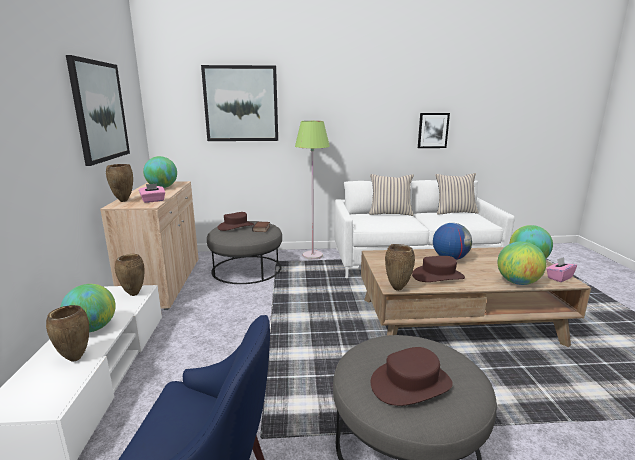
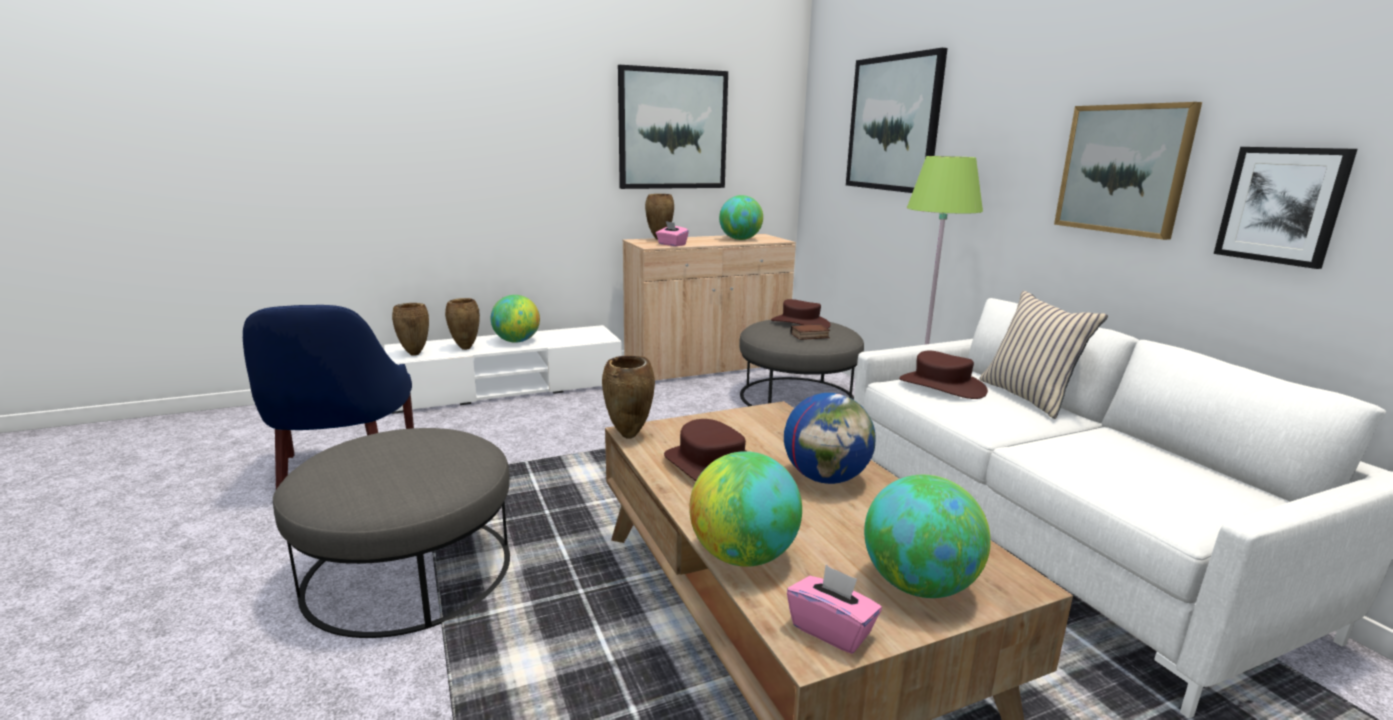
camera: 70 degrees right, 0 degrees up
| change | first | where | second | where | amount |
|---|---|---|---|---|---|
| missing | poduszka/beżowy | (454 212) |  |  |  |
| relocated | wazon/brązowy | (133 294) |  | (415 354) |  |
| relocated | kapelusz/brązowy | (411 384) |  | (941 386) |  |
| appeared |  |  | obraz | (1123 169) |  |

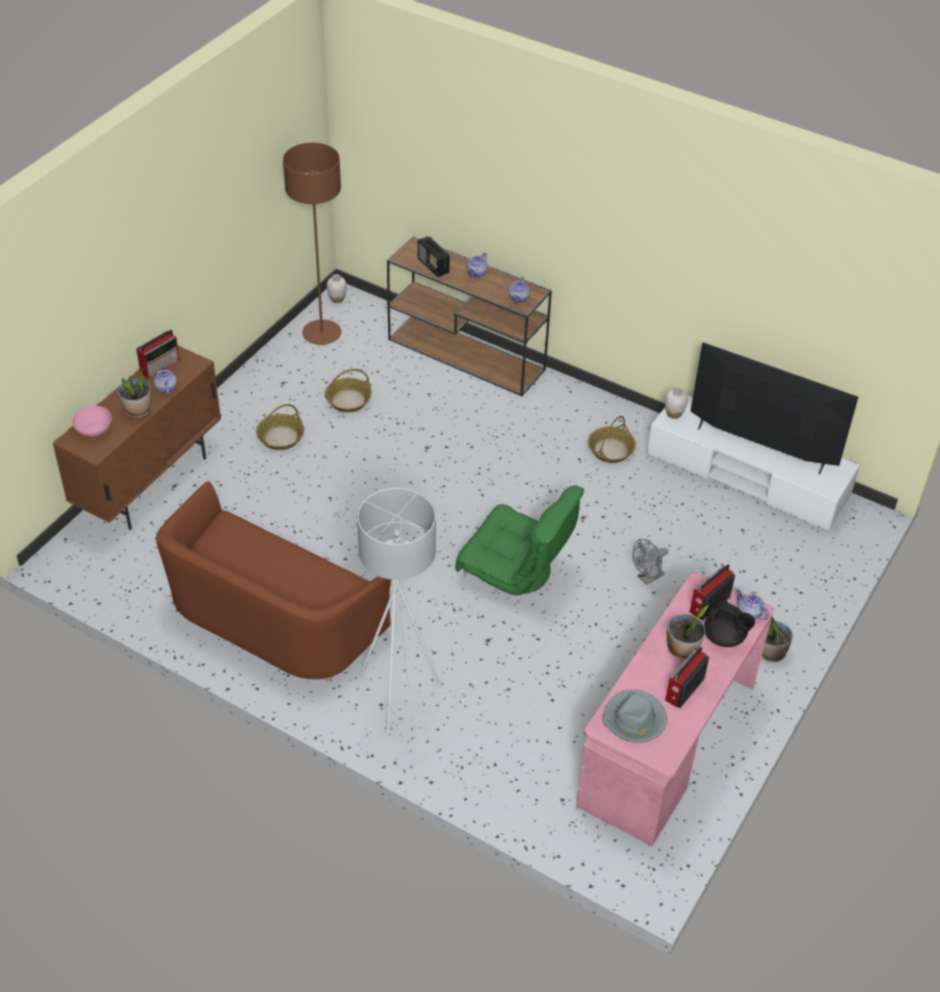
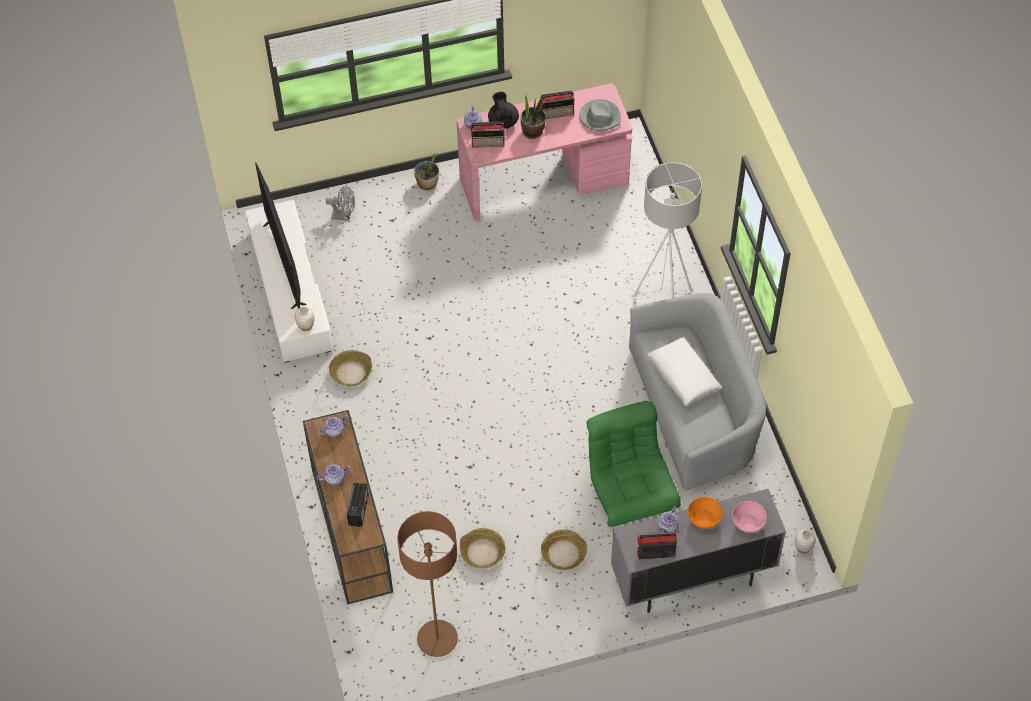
camera: 135 degrees left, 10 degrees up
| change | first | where | second | where | amount |
|---|---|---|---|---|---|
| relocated | wazon/biały | (337 299) |  | (803 548) |  |
| colour | szafka/brązowy | (150 483) | szafka/szary | (692 580) |  |
| exchanged | roślina doniczkowa | (138 410) | miska/pomarańczowy | (704 518) |  |
| colour | kanapa/brązowy | (271 617) | kanapa/szary | (695 410) |  |
| relocated | fotel/zielony | (517 571) |  | (630 491) |  |
| relocated | wentylator/szary | (647 578) |  | (344 216) |  |
| appeared |  |  | poduszka/biały | (683 376) |  |

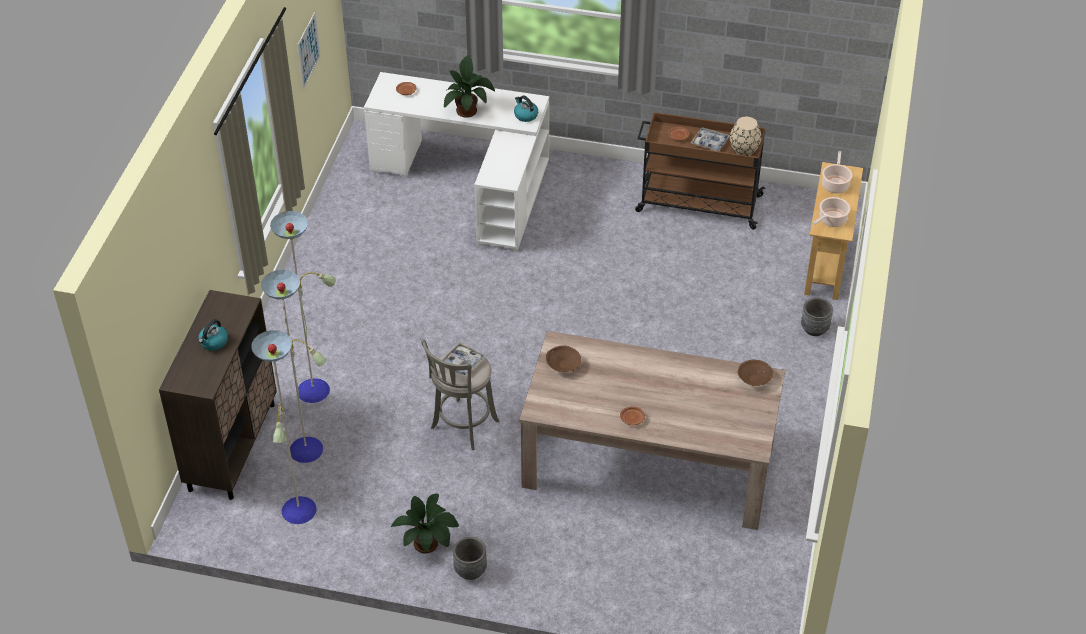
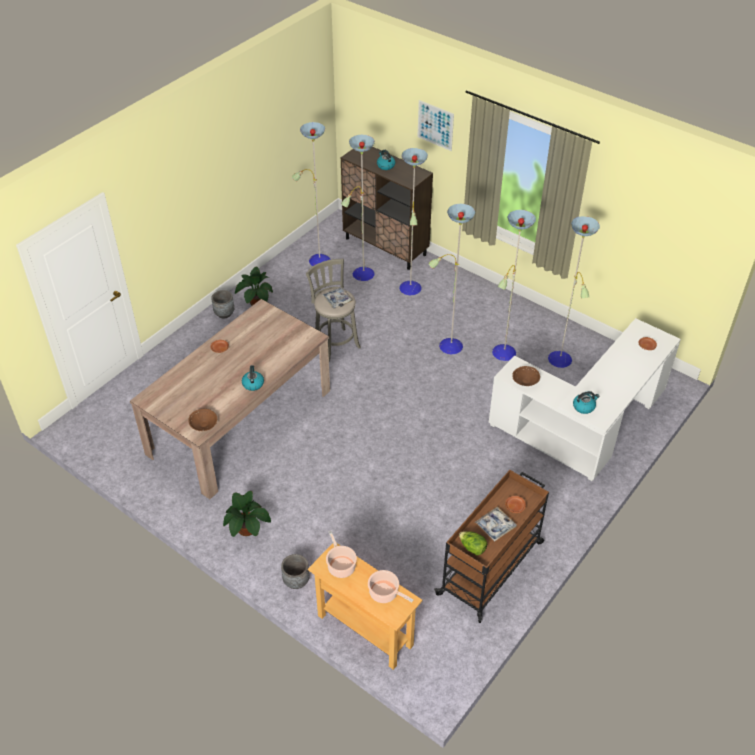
camera: 115 degrees right, 0 degrees up
| change | first | where | second | where | amount |
|---|---|---|---|---|---|
| relocated | obraz | (308 50) |  | (435 125) |  |
| relocated | roślina doniczkowa | (468 109) |  | (247 529) |  |
| exchanged | wazon/beżowy | (744 150) | sałata | (472 548) |  |
| relocated | miska/brązowy | (563 365) |  | (525 381) |  |
| appeared |  |  | lampa stojąca | (503 353) |  |
| appeared |  |  | czajnik | (253 384) |  |

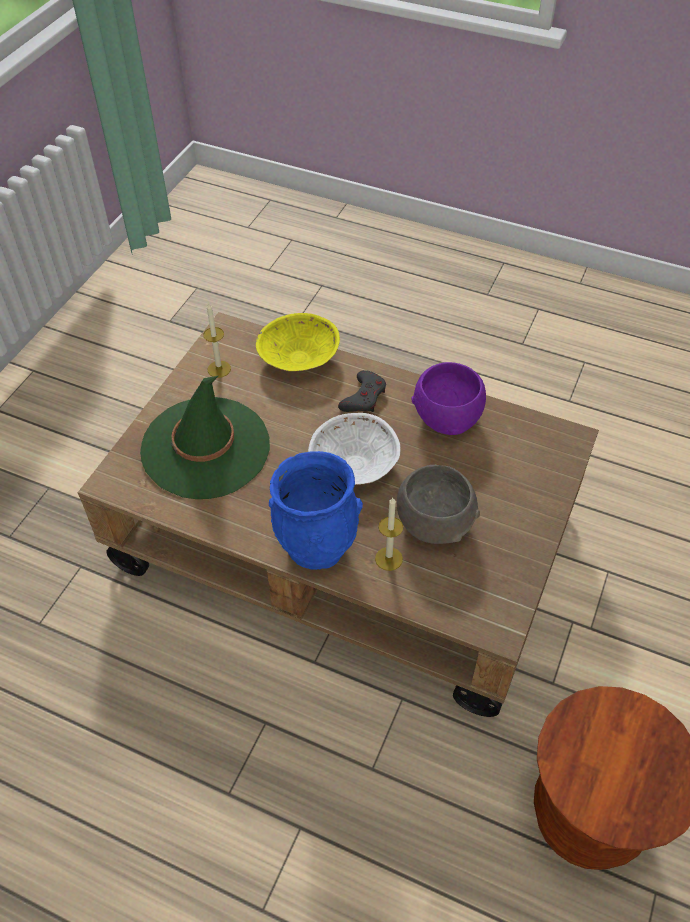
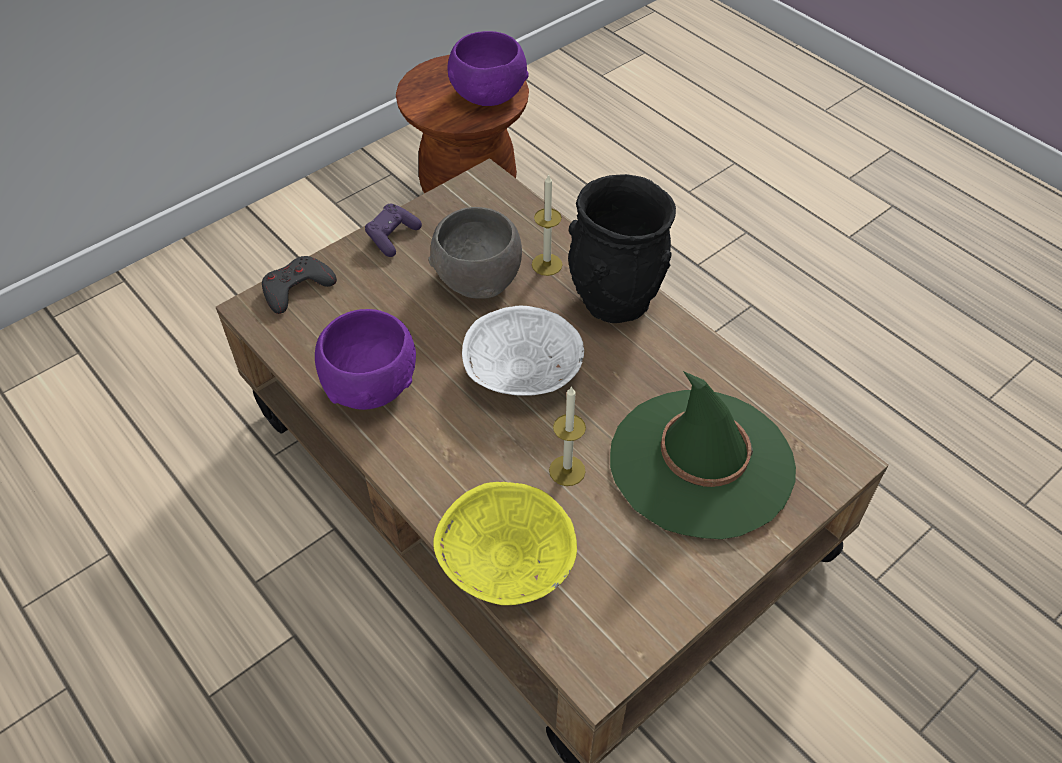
camera: 155 degrees left, 0 degrees up
| change | first | where | second | where | amount |
|---|---|---|---|---|---|
| relocated | świeca | (219 369) |  | (567 470) |  |
| relocated | pad do gier/szary | (364 397) |  | (297 288) |  |
| colour | wazon/niebieski | (317 546) | wazon/czarny | (614 300) |  |
| appeared |  |  | miska/fioletowy | (488 95) |  |
| appeared |  |  | pad do gier/fioletowy | (392 237) |  |

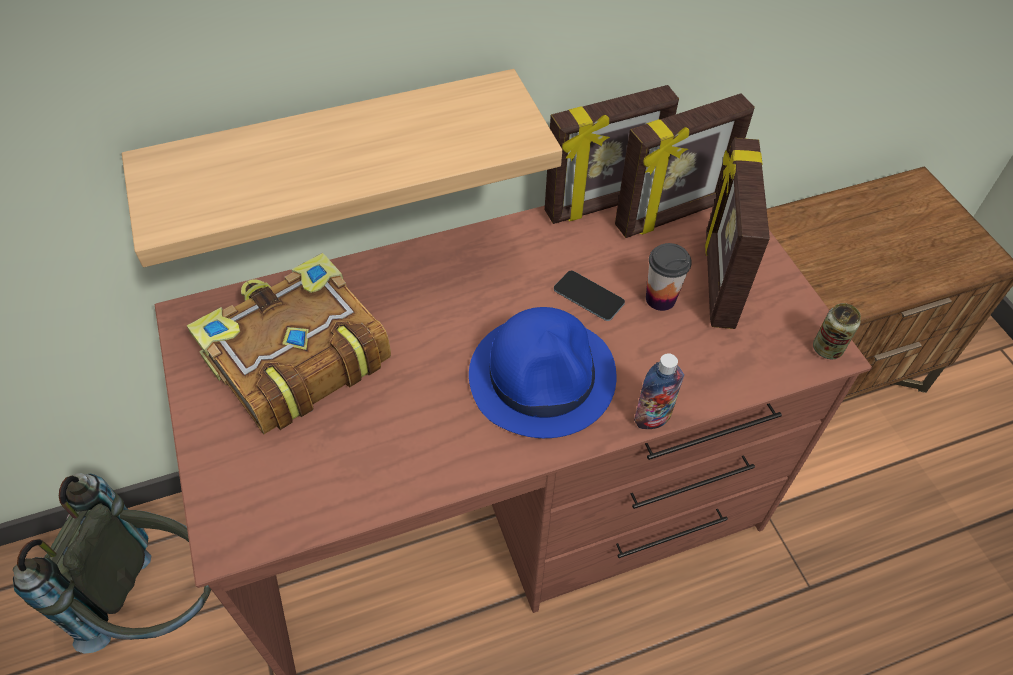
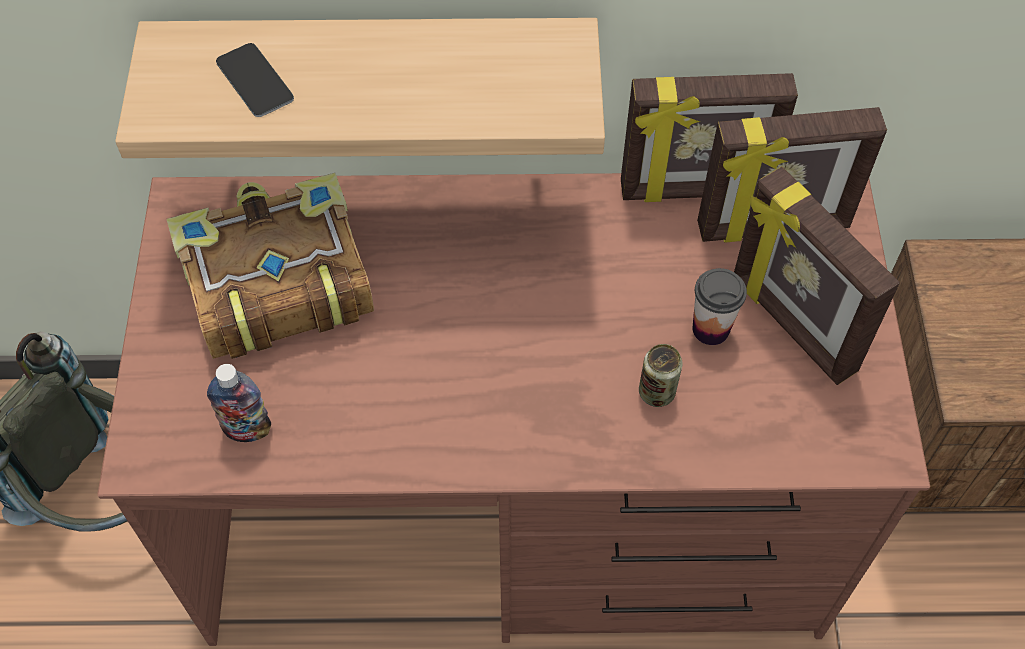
camera: 20 degrees right, 5 degrees up
| change | first | where | second | where | amount |
|---|---|---|---|---|---|
| spun | ramka na zdjęcie | (717 279) |  | (791 324) | 60 degrees counterclockwise |
| relocated | telefon | (588 296) |  | (254 81) |  |
| relocated | puszka | (827 348) |  | (657 392) |  |
| missing | kapelusz/niebieski | (543 375) |  |  |  |
| relocated | butelka | (652 418) |  | (247 430) |  |

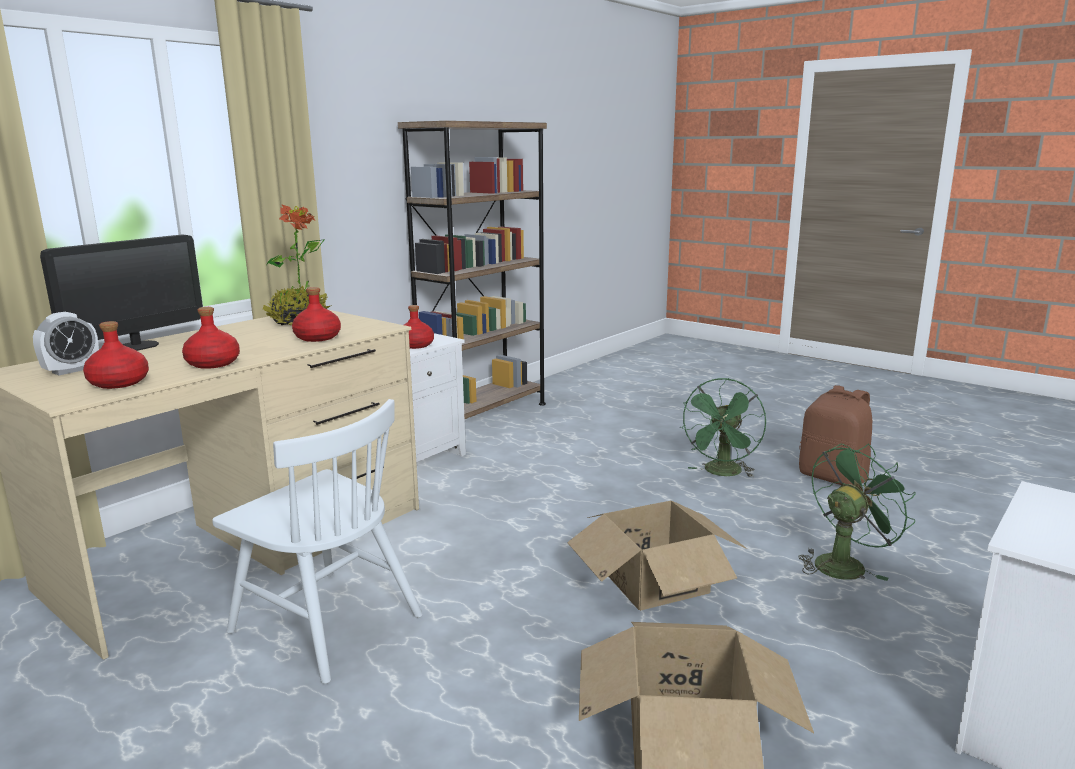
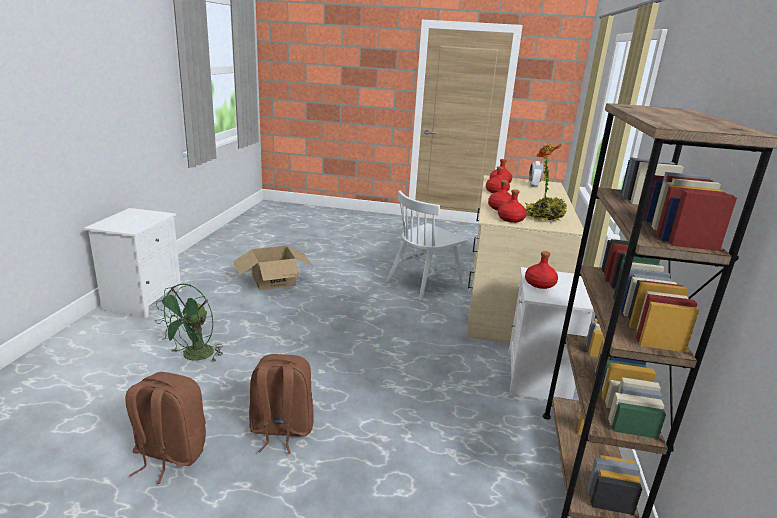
camera: 150 degrees right, 5 degrees up
| change | first | where | second | where | amount |
|---|---|---|---|---|---|
| missing | monitor | (136 346) |  |  |  |
| exchanged | wentylator/zielony | (722 473) | plecak/brązowy | (281 430) |  |
| spun | krzesło/biały | (326 623) |  | (424 284) | 45 degrees counterclockwise |
| missing | karton | (654 581) |  |  |  |
| appeared |  |  | butelka/czerwony | (510 219) |  |

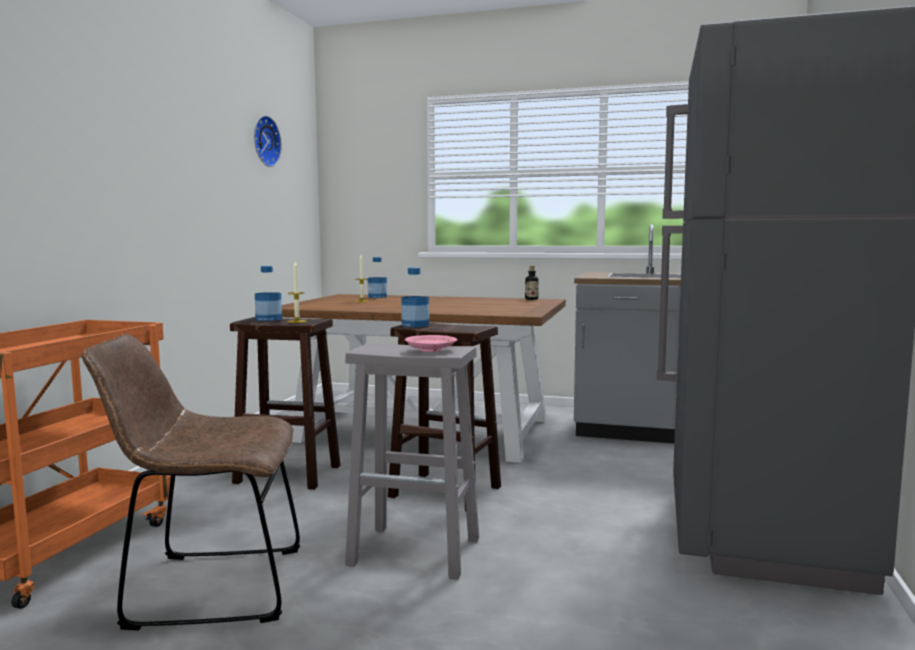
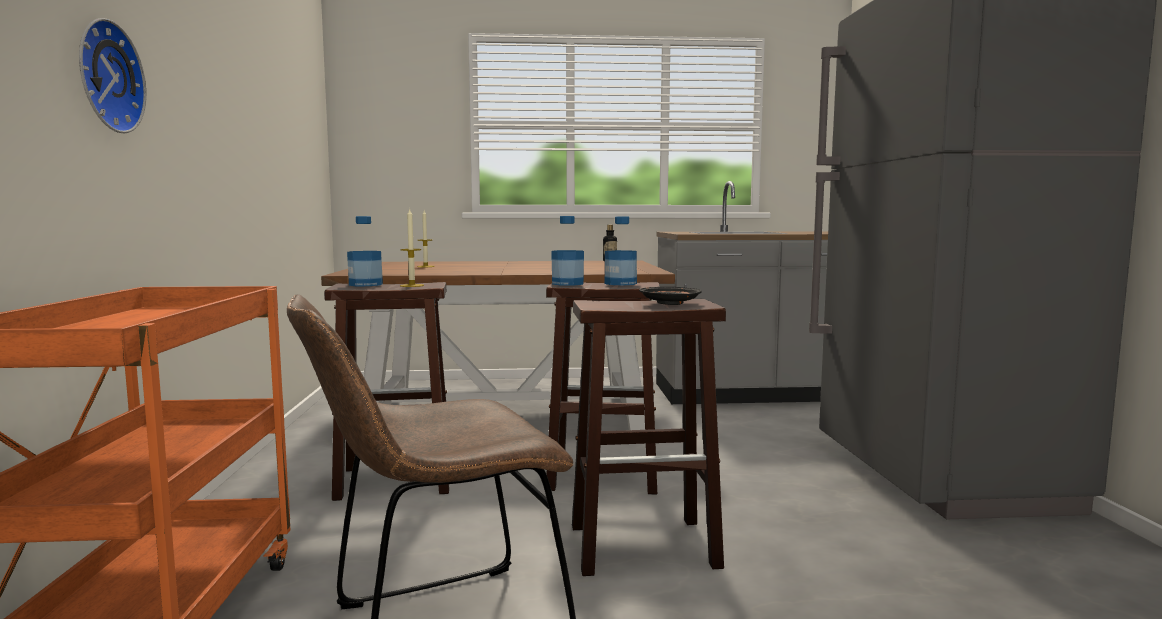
camera: 20 degrees left, 0 degrees up
| change | first | where | second | where | amount |
|---|---|---|---|---|---|
| relocated | zegar ścienny | (264 141) |  | (105 76) |  |
| relocated | butelka | (377 297) |  | (620 283) |  |
| colour | talerz/różowy | (430 350) | talerz/czarny | (669 303) |  |
| colour | stołek/szary | (417 551) | stołek/brązowy | (645 545) |  |

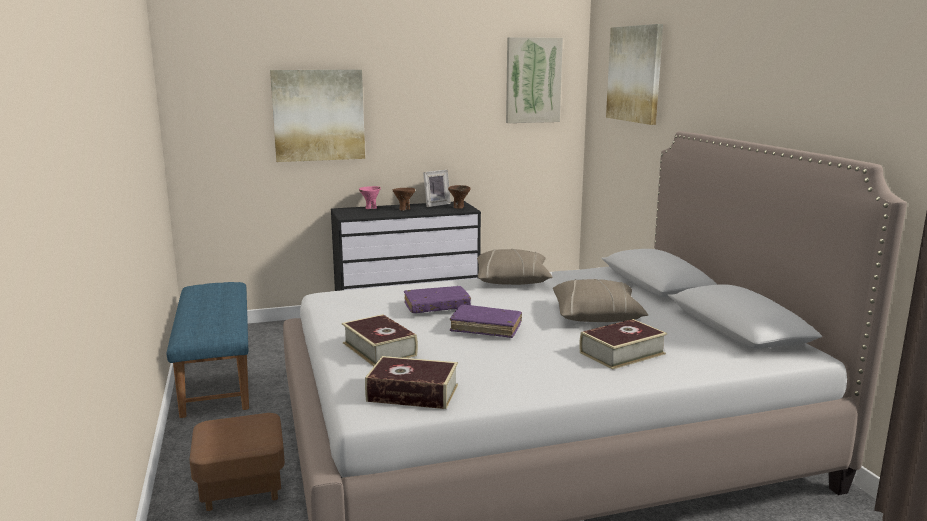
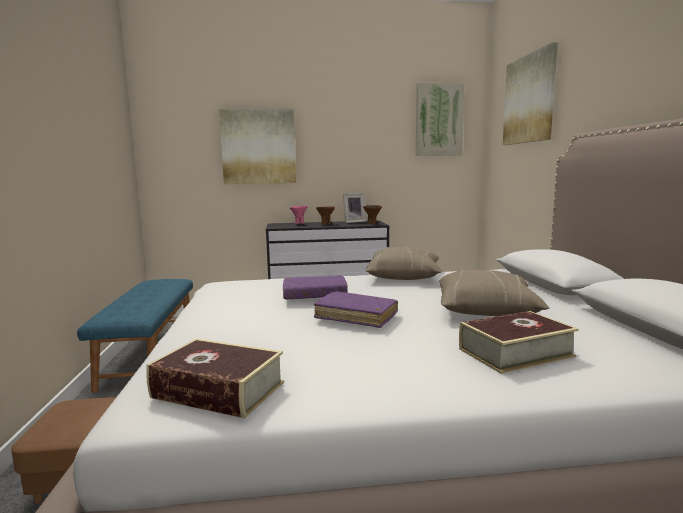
camera: 10 degrees right, 5 degrees down
| change | first | where | second | where | amount |
|---|---|---|---|---|---|
| missing | książka | (379 349) |  |  |  |

